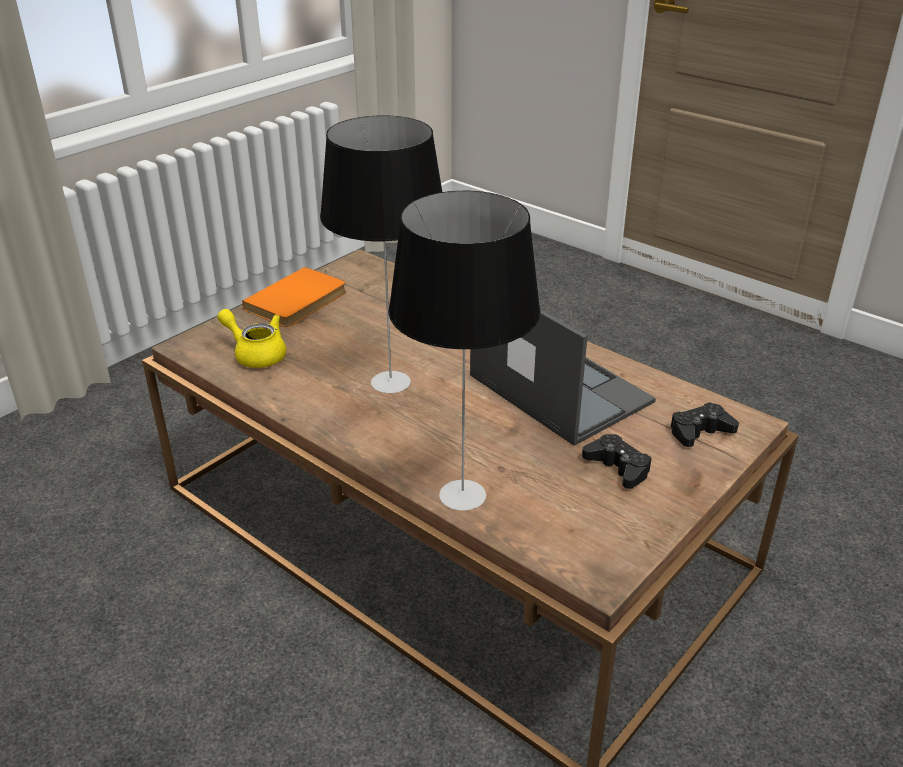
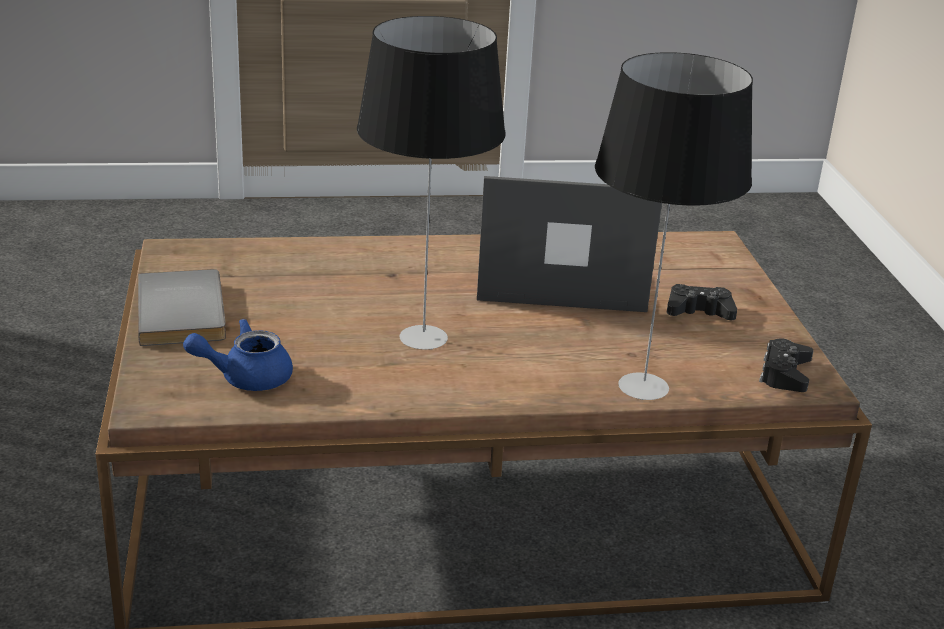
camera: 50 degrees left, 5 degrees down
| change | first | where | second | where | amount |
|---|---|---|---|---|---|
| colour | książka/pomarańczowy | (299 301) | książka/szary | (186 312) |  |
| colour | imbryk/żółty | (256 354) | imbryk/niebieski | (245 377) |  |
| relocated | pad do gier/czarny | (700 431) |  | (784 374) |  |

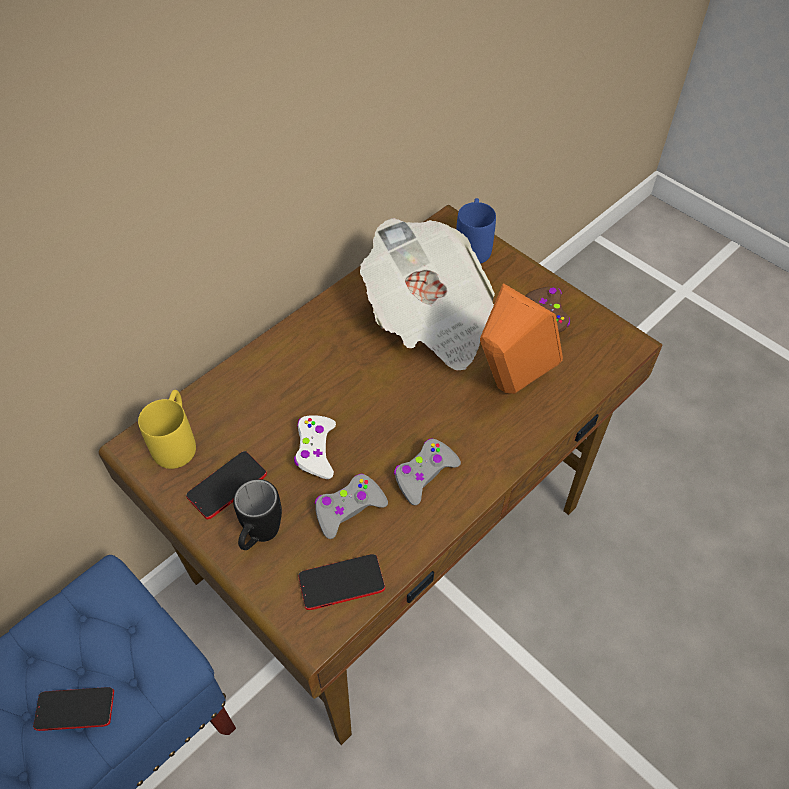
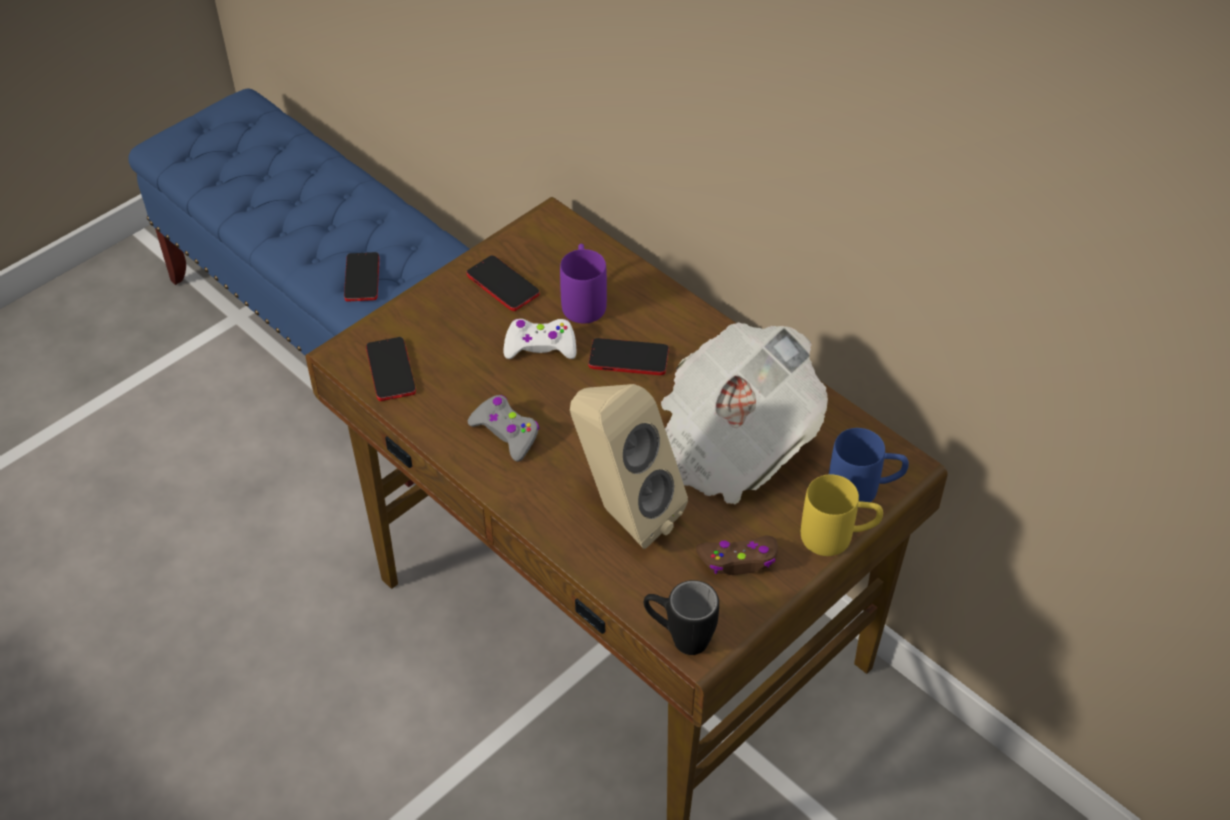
camera: 90 degrees right, 5 degrees down
| change | first | where | second | where | amount |
|---|---|---|---|---|---|
| colour | głośnik/pomarańczowy | (508 387) | głośnik/beżowy | (623 512) |  |
| relocated | kubek/żółty | (177 441) |  | (838 537) |  |
| missing | pad do gier/szary | (348 509) |  |  |  |
| relocated | kubek/czarny | (260 537) |  | (679 637) |  |
| appeared |  |  | kubek/fioletowy | (583 300) |  |
| appeared |  |  | telefon | (628 358) |  |

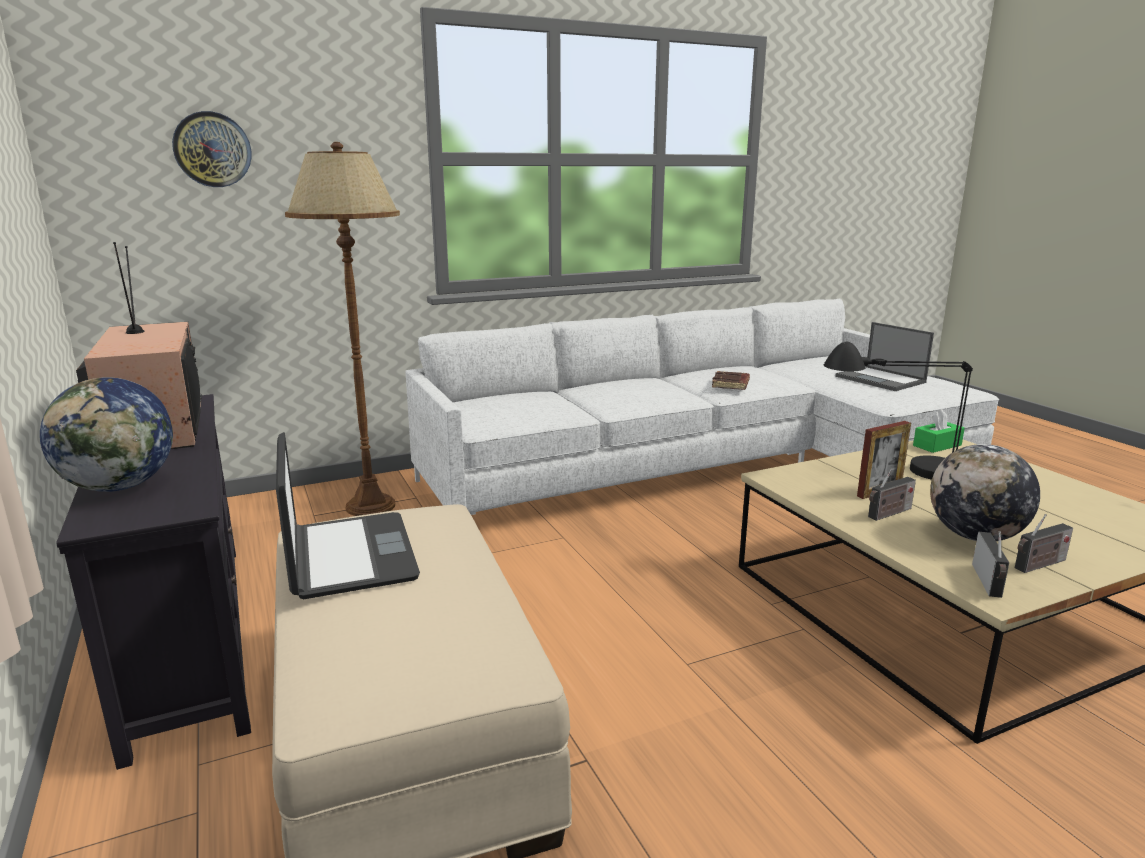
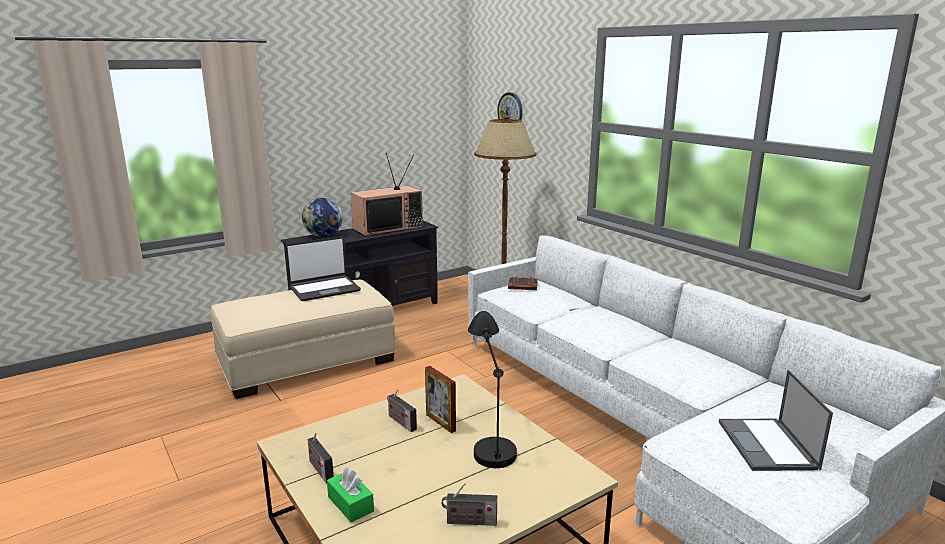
camera: 80 degrees right, 0 degrees up
| change | first | where | second | where | amount |
|---|---|---|---|---|---|
| spun | laptop | (881 379) |  | (768 445) | 45 degrees counterclockwise |
| relocated | książka/brązowy | (731 384) |  | (522 287) |  |
| relocated | pudełko chusteczek/zielony | (937 445) |  | (350 504) |  |
| missing | globus | (975 536) |  |  |  |
| relocated | radio | (988 582) |  | (469 522) |  |

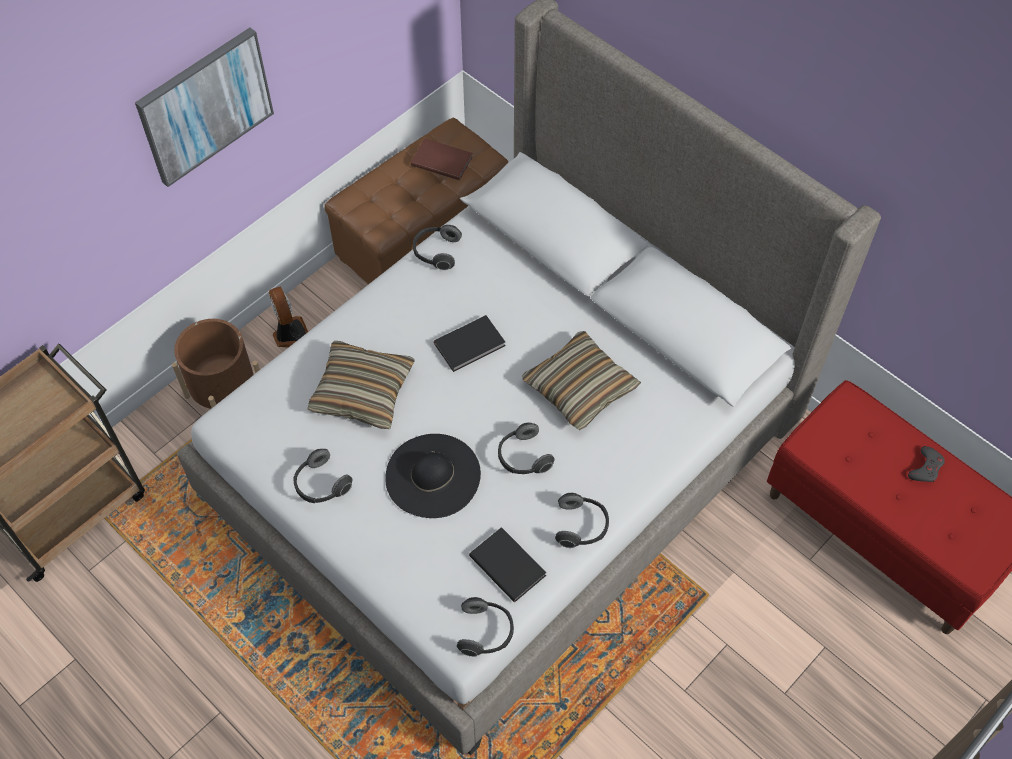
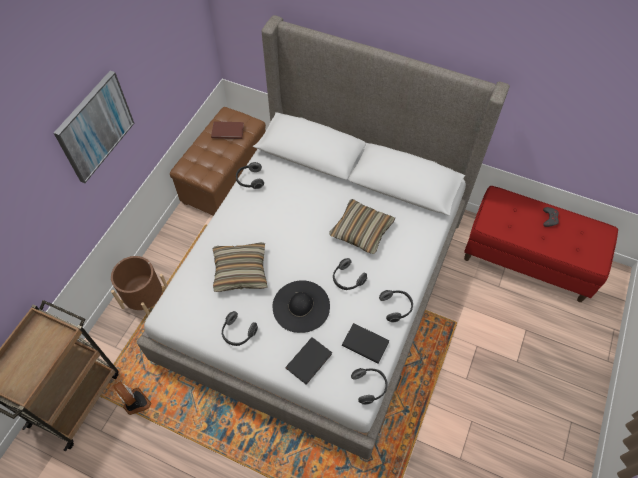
camera: 20 degrees left, 0 degrees up
| change | first | where | second | where | amount |
|---|---|---|---|---|---|
| relocated | wentylator | (291 335) |  | (135 403) |  |
| relocated | książka/czarny | (471 345) |  | (310 361) |  |

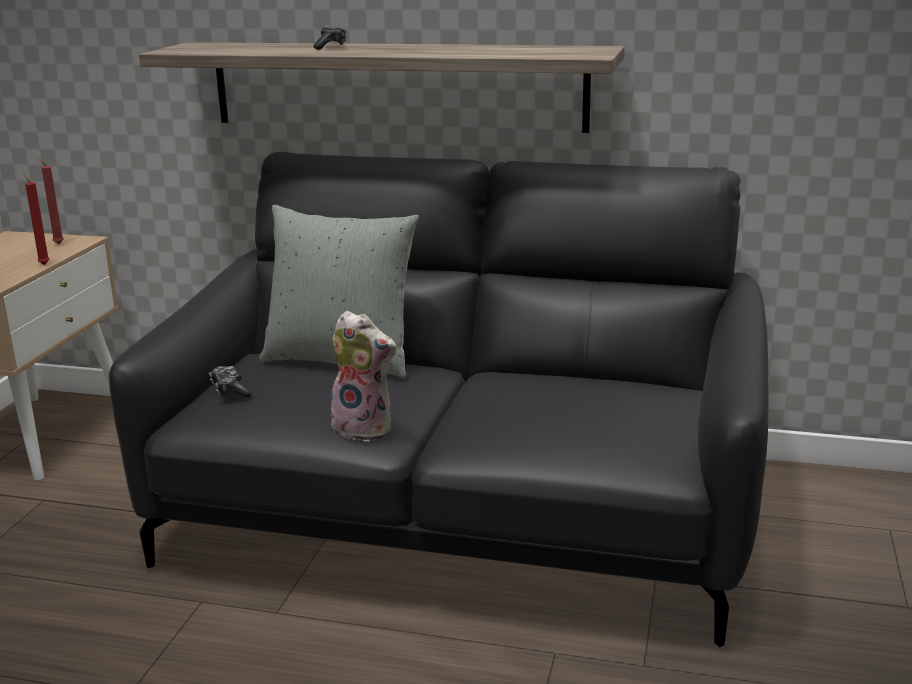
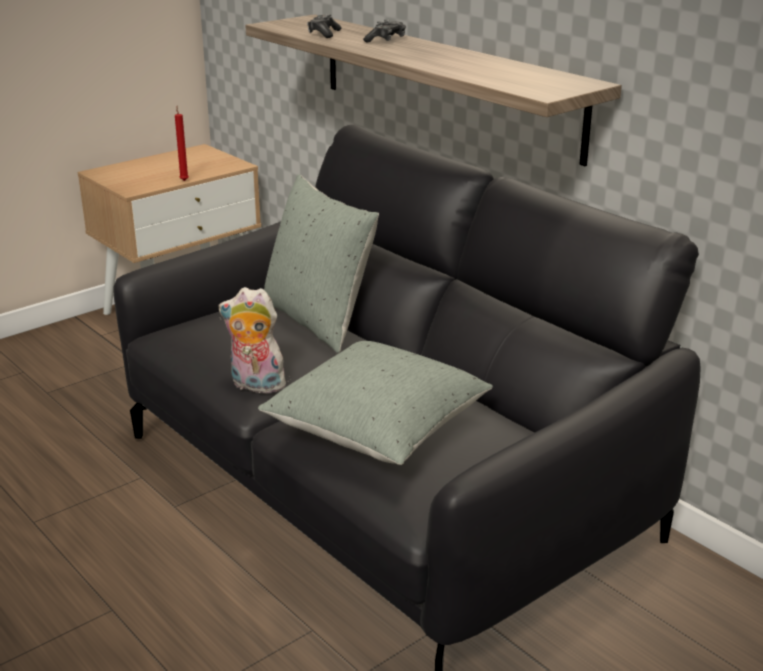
camera: 35 degrees right, 5 degrees up
| change | first | where | second | where | amount |
|---|---|---|---|---|---|
| missing | świeca/czerwony | (57 244) |  |  |  |
| spun | pluszak | (366 428) |  | (255 386) | 135 degrees clockwise |
| relocated | pad do gier | (230 390) |  | (323 34) |  |
| appeared |  |  | poduszka/szary | (377 429) |  |

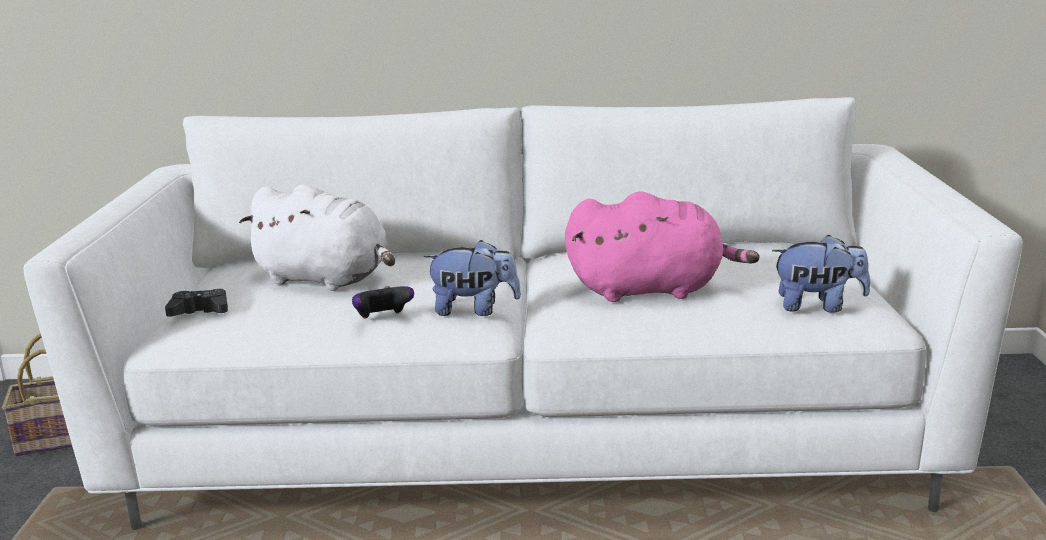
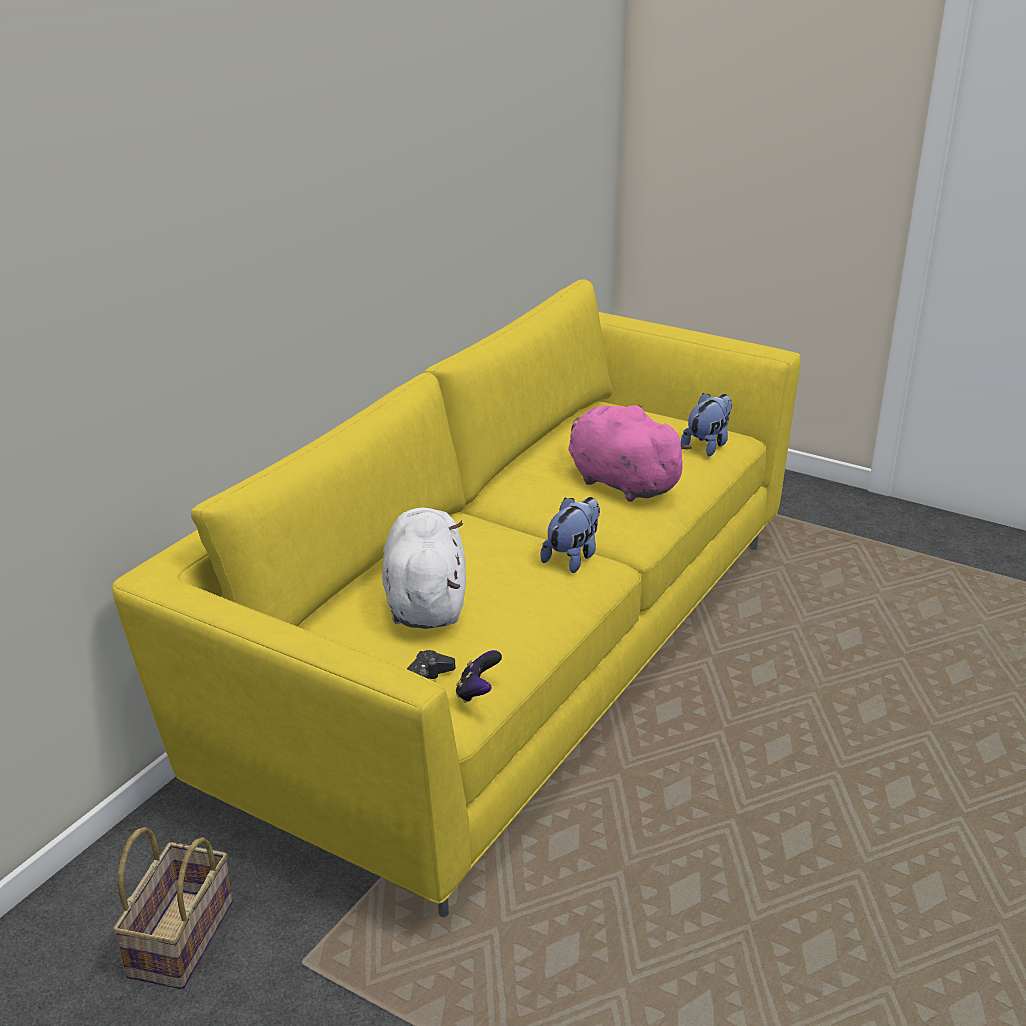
camera: 60 degrees left, 10 degrees up
| change | first | where | second | where | amount |
|---|---|---|---|---|---|
| colour | kanapa/biały | (529 440) | kanapa/żółty | (512 655) |  |
| spun | pluszak/biały | (326 280) |  | (425 600) | 60 degrees counterclockwise |
| spun | pluszak/różowy | (652 290) |  | (620 482) | 75 degrees counterclockwise |
| relocated | pad do gier | (383 319) |  | (477 692) |  |

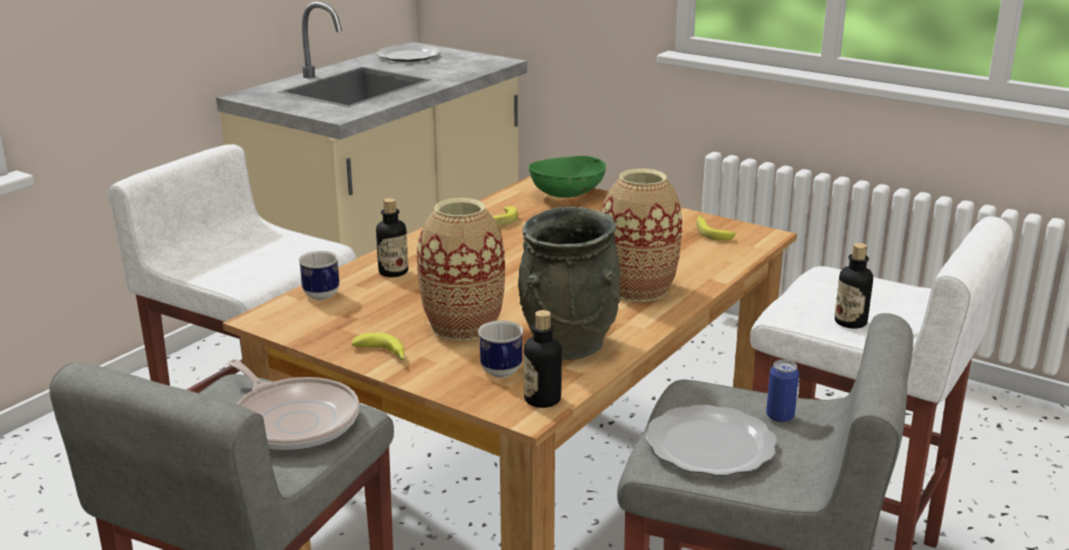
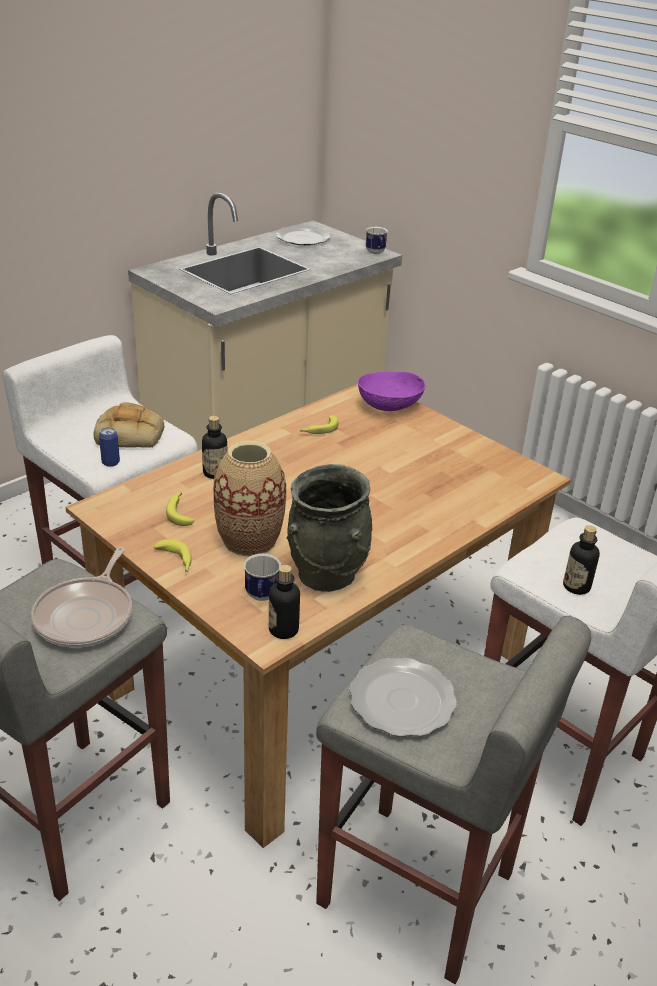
camera: 10 degrees right, 10 degrees up
| change | first | where | second | where | amount |
|---|---|---|---|---|---|
| colour | miska/zielony | (566 194) | miska/fioletowy | (389 405) |  |
| missing | wazon | (638 289) |  |  |  |
| relocated | banan | (711 232) |  | (181 512) |  |
| relocated | kubek | (323 297) |  | (376 253) |  |
| spun | patelnia | (293 420) |  | (87 615) | 45 degrees clockwise |
| relocated | puszka | (780 416) |  | (110 462) |  |
| appeared |  |  | chleb | (131 434) |  |

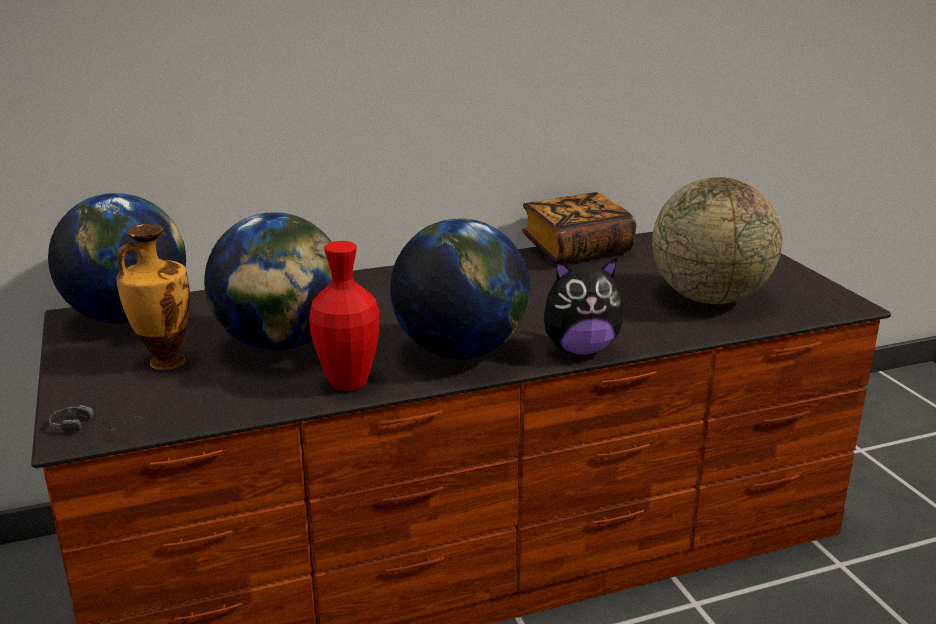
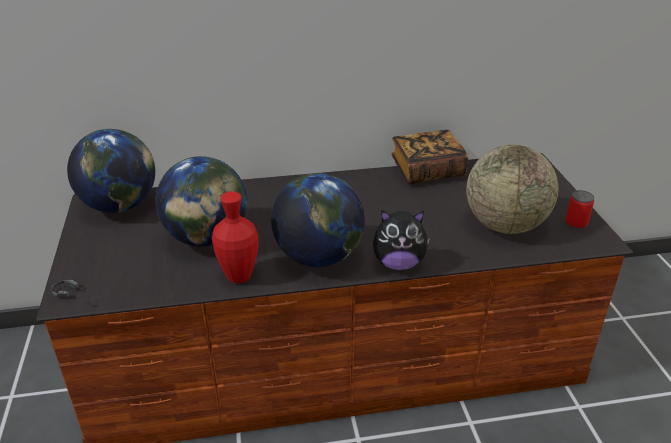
camera: 10 degrees right, 10 degrees up
| change | first | where | second | where | amount |
|---|---|---|---|---|---|
| missing | wazon | (164 362) |  |  |  |
| appeared |  |  | puszka | (576 223) |  |

